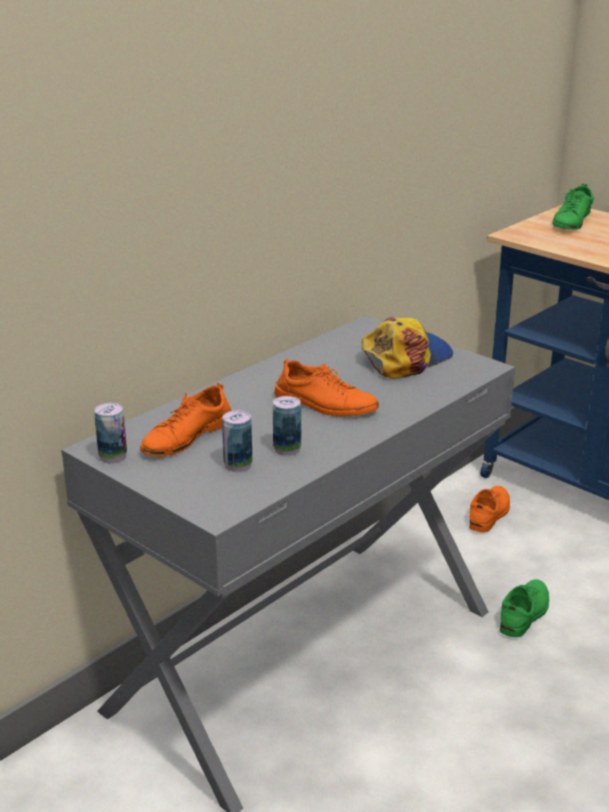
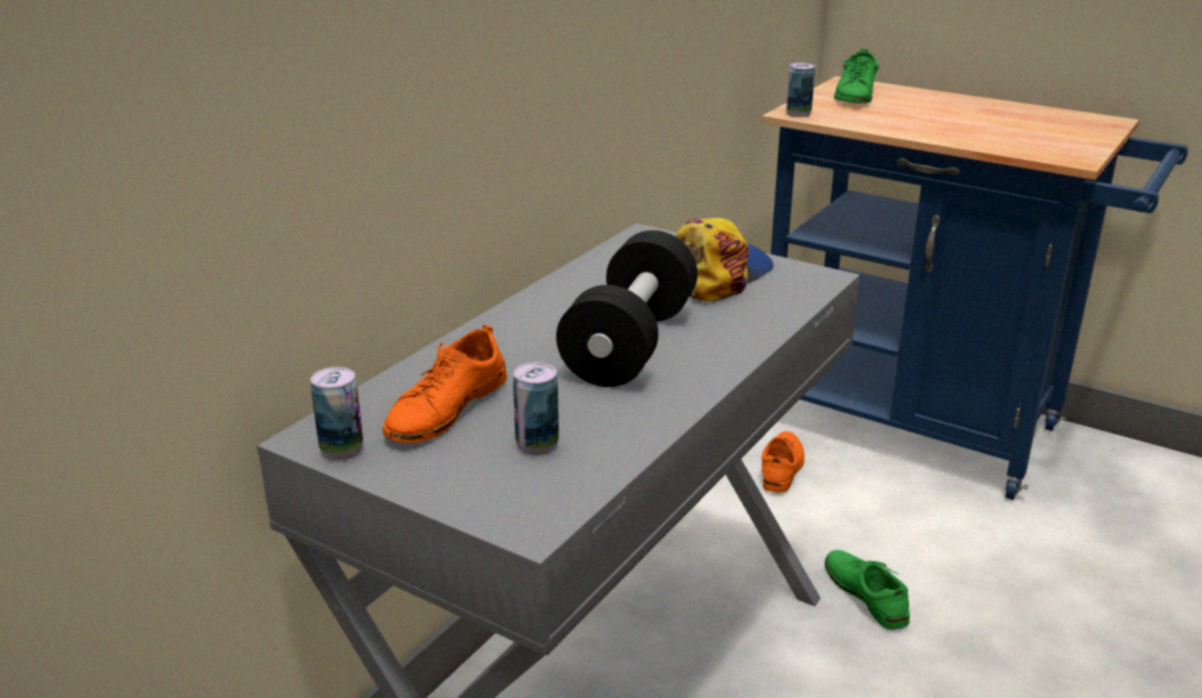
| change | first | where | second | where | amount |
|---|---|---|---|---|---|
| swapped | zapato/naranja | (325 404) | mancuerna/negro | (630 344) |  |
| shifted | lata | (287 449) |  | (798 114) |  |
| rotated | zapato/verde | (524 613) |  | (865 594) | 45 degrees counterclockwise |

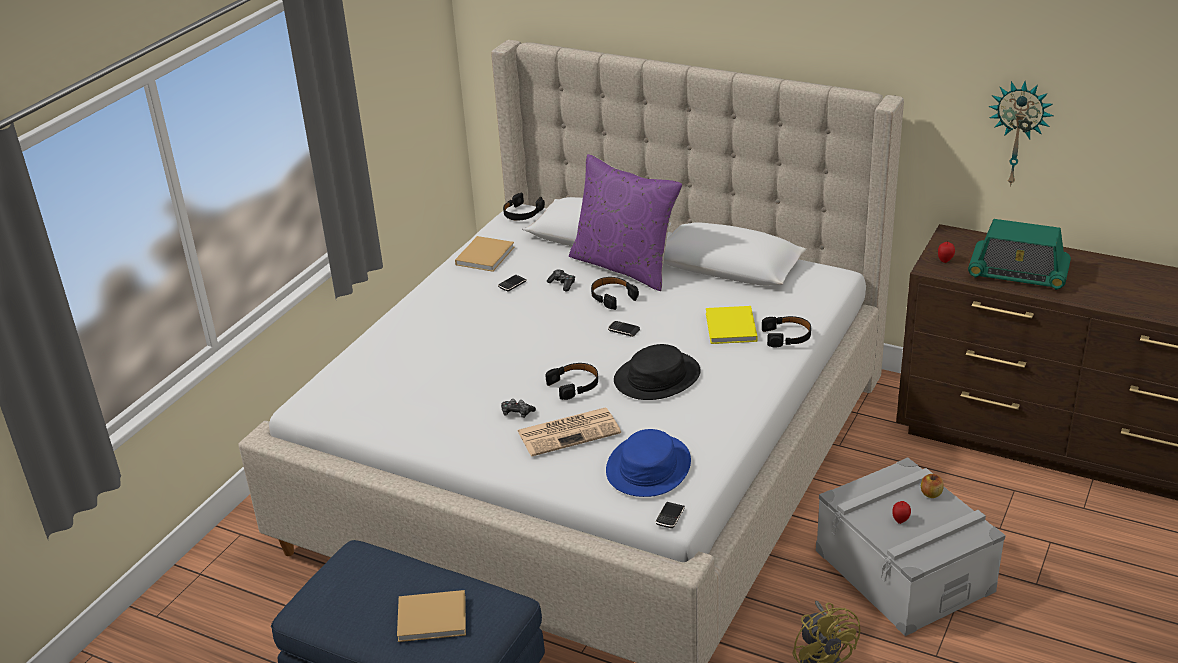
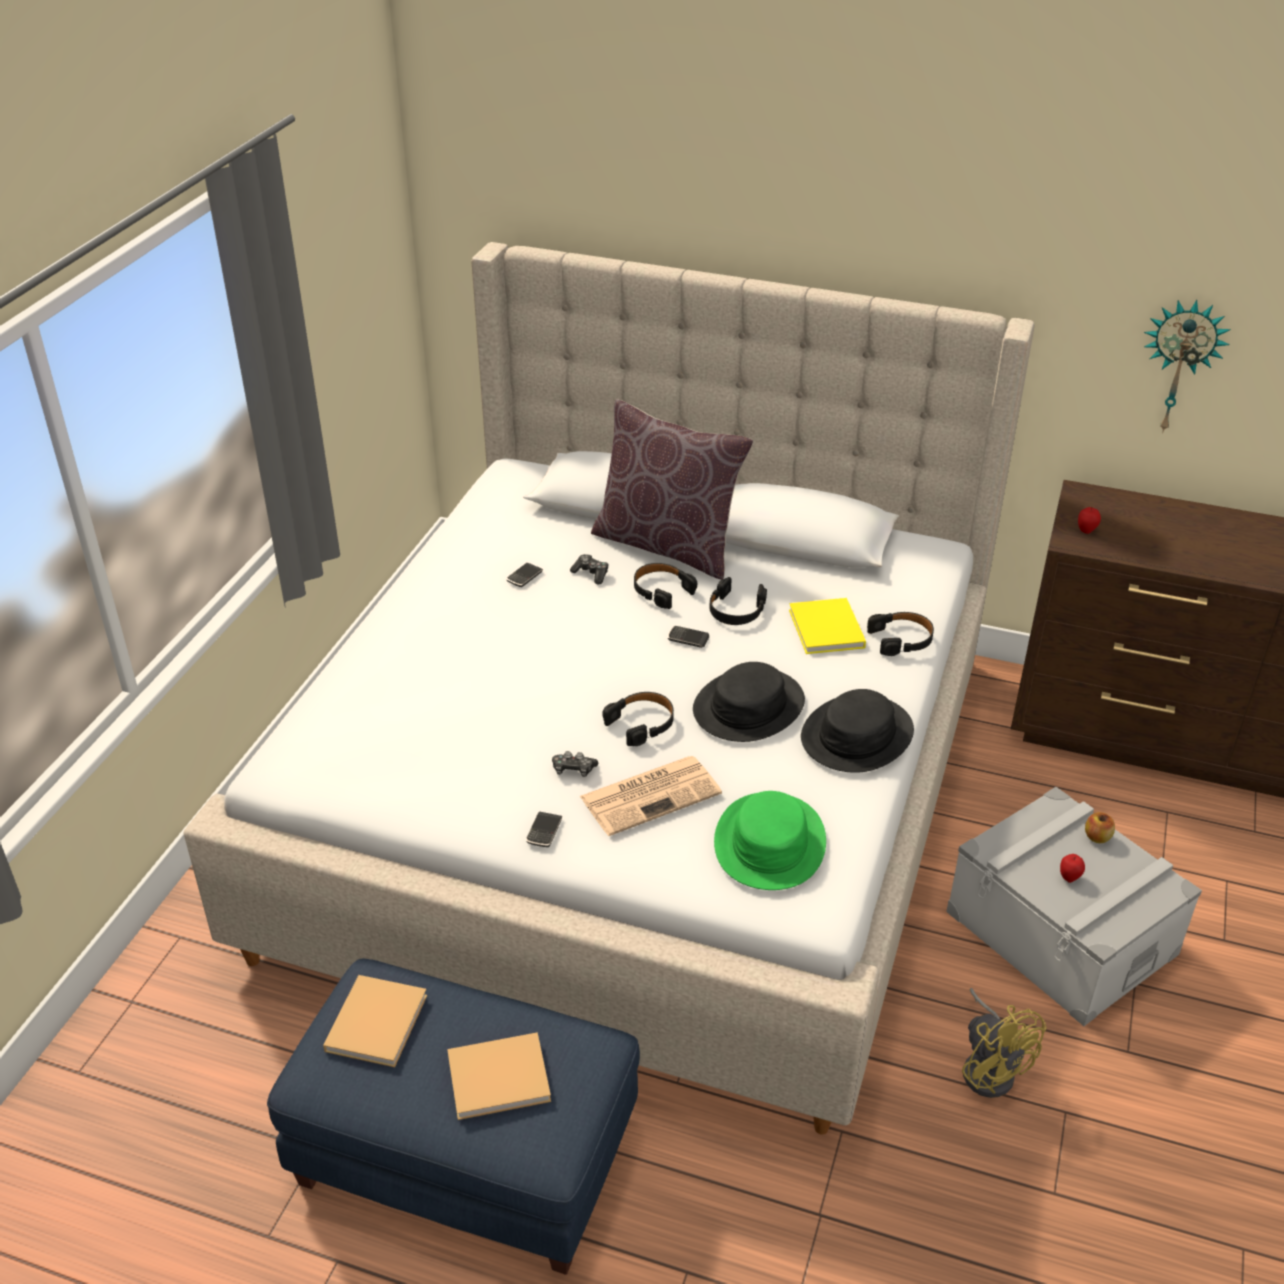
| change | first | where | second | where | amount |
|---|---|---|---|---|---|
| shifted | libro/beis | (486 255) |  | (378 1020) |  |
| shifted | móvil | (670 517) |  | (544 831) |  |
| repainted | cojín/morado | (625 266) | cojín/marrón | (667 545) |  |
| shifted | auriculares/negro | (522 213) |  | (736 610) |  |
| repainted | sombrero/azul | (648 467) | sombrero/verde | (769 843) |  |
| new |  |  | sombrero/negro | (857 735) |  |
| gone | radio | (1017 274) |  |  |  |

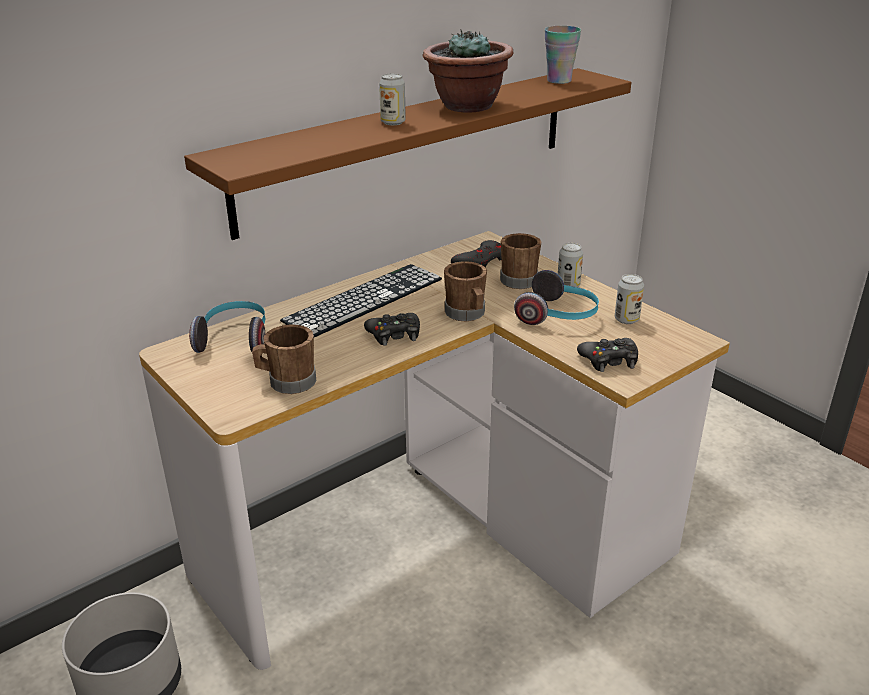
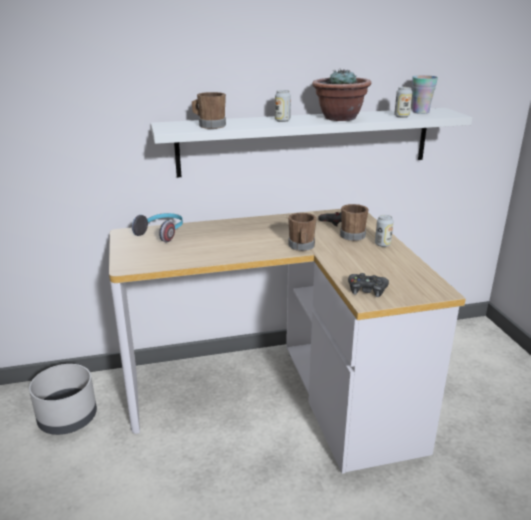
| change | first | where | second | where | amount |
|---|---|---|---|---|---|
| repainted | estante/marrón | (411 147) | estante/blanco | (306 141) |  |
| shifted | taza grande/marrón | (287 382) |  | (209 125) |  |
| shifted | lata | (626 319) |  | (401 116) |  |
| gone | teclado | (364 299) |  |  |  |
| gone | mando de consola/negro | (394 335) |  |  |  |
| gone | auriculares | (558 316) |  |  |  |

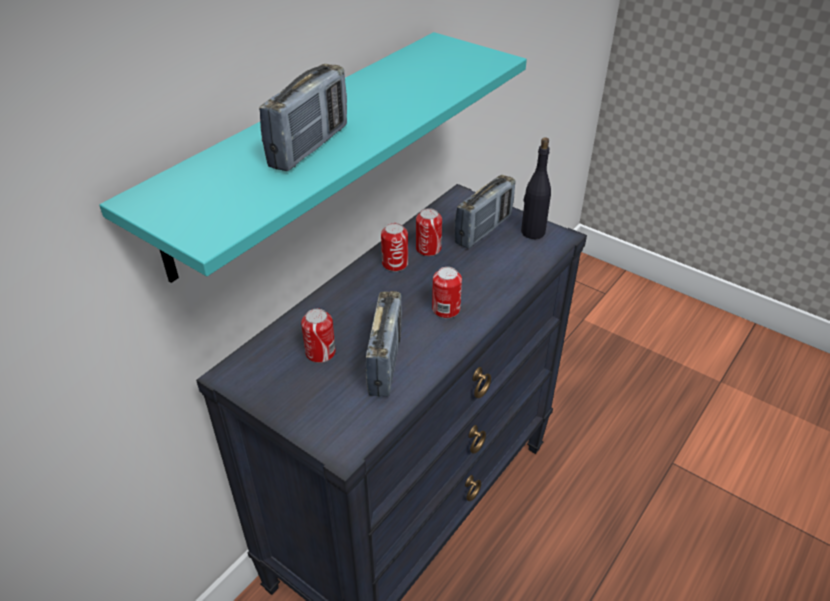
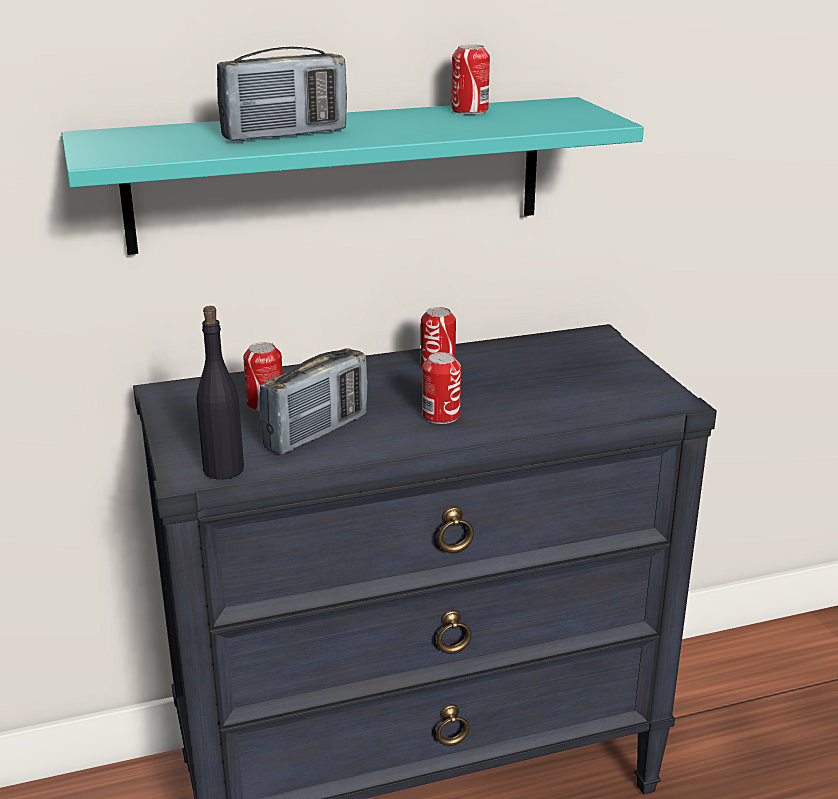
| change | first | where | second | where | amount |
|---|---|---|---|---|---|
| shifted | botella/negro | (532 232) |  | (223 469) |  |
| shifted | lata | (428 249) |  | (469 110) |  |
| gone | radio | (483 230) |  |  |  |

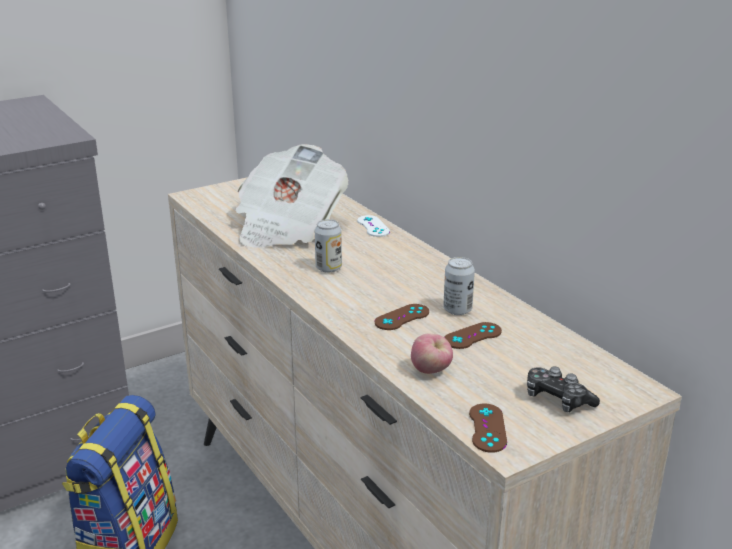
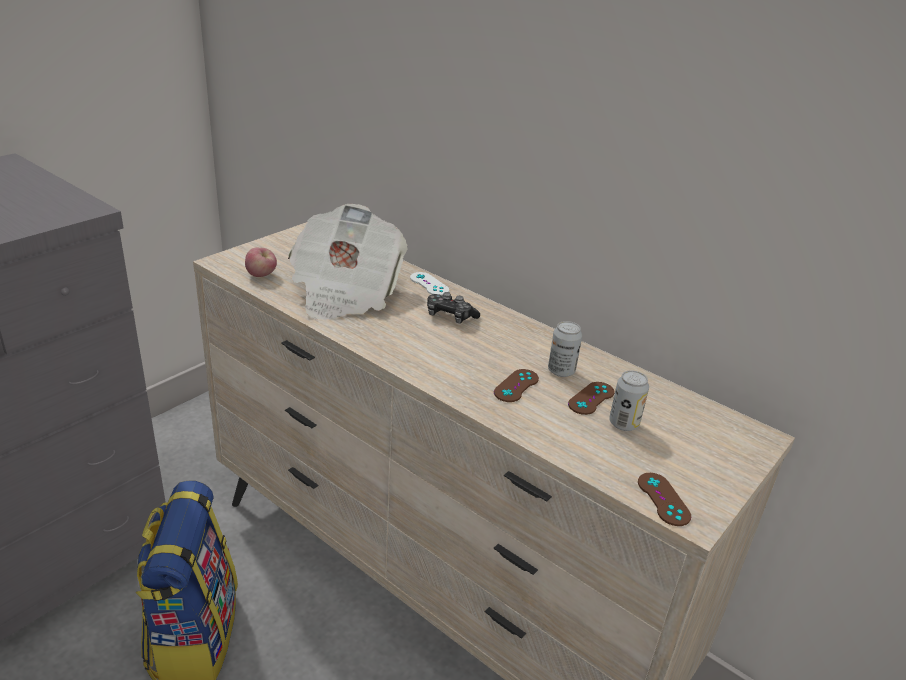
| change | first | where | second | where | amount |
|---|---|---|---|---|---|
| shifted | manzana | (431 371) |  | (261 275) |  |
| shifted | mando de consola | (557 399) |  | (450 316) |  |
| shifted | lata | (328 268) |  | (623 424) |  |

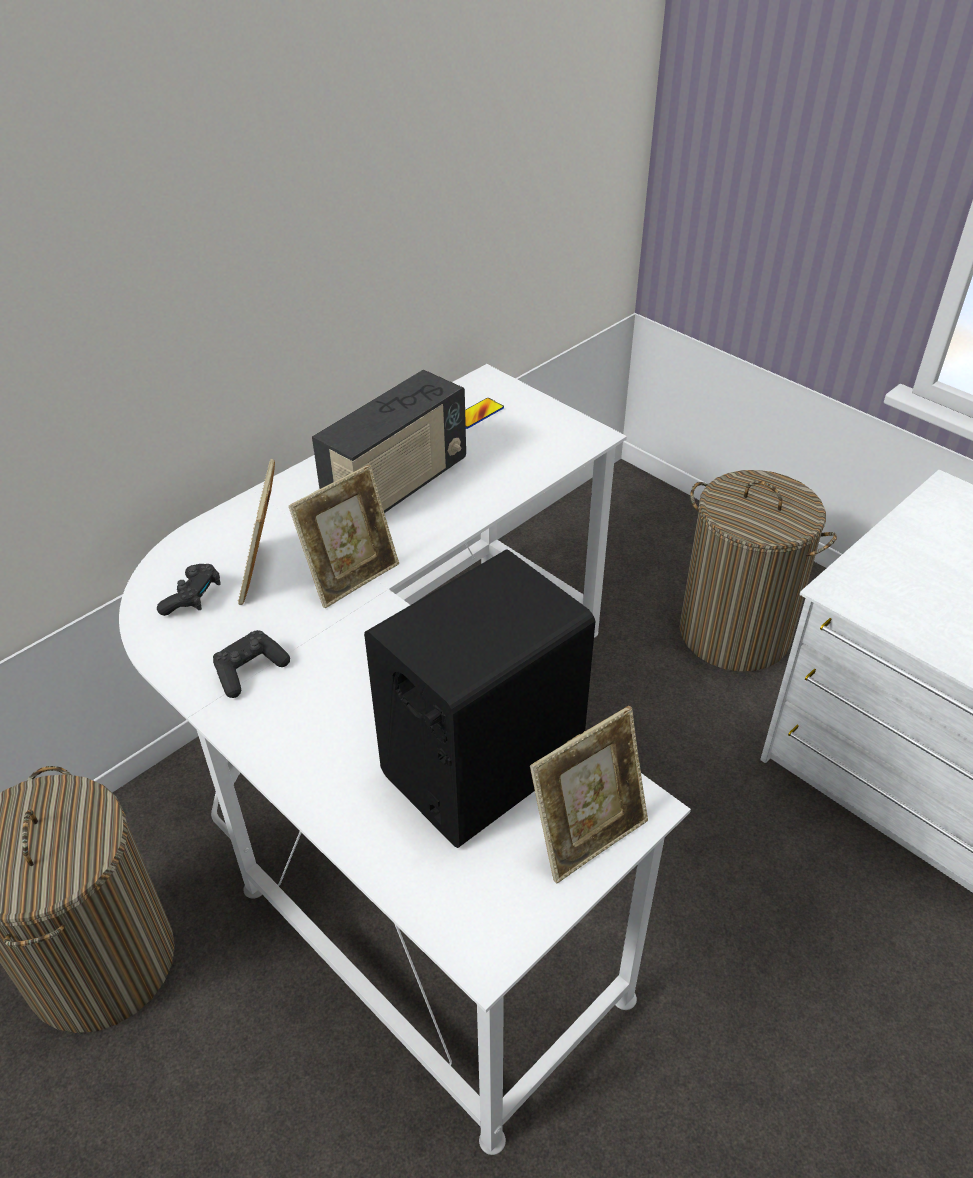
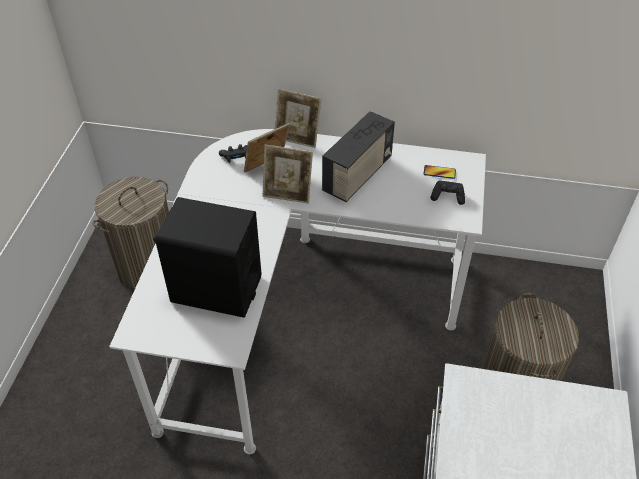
| change | first | where | second | where | amount |
|---|---|---|---|---|---|
| shifted | portarretratos | (588 835) |  | (297 138) |  |
| rotated | radio | (397 487) |  | (358 175) | 60 degrees counterclockwise |
| shifted | mando de consola/negro | (250 671) |  | (447 196) |  |

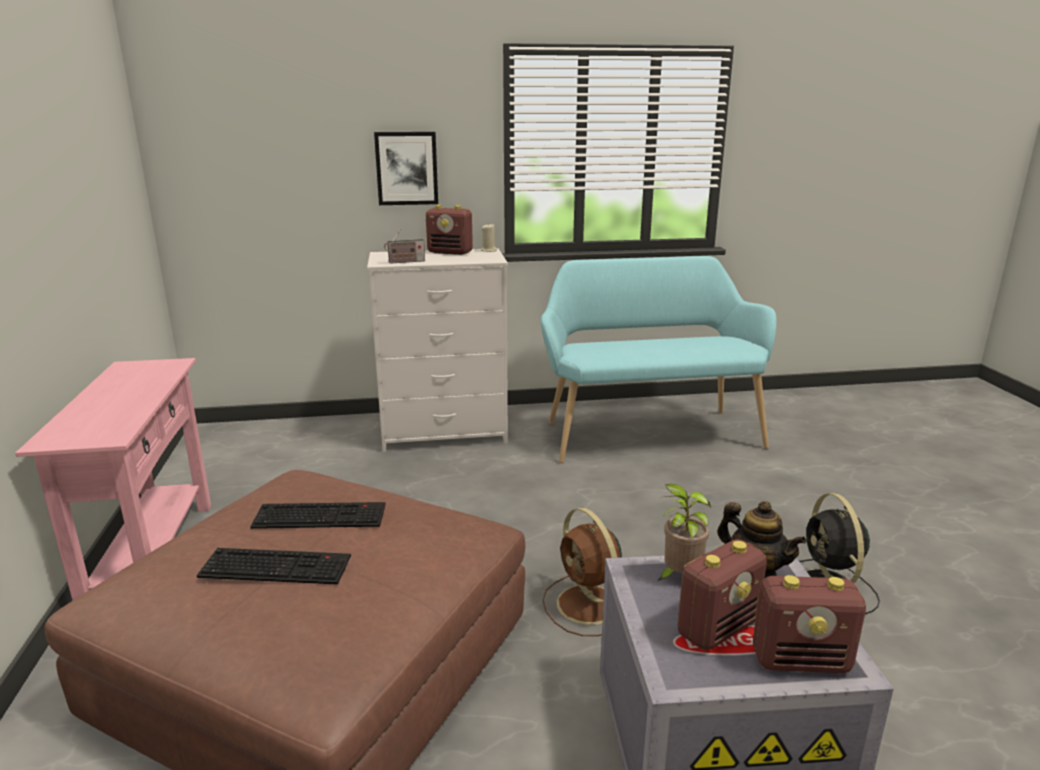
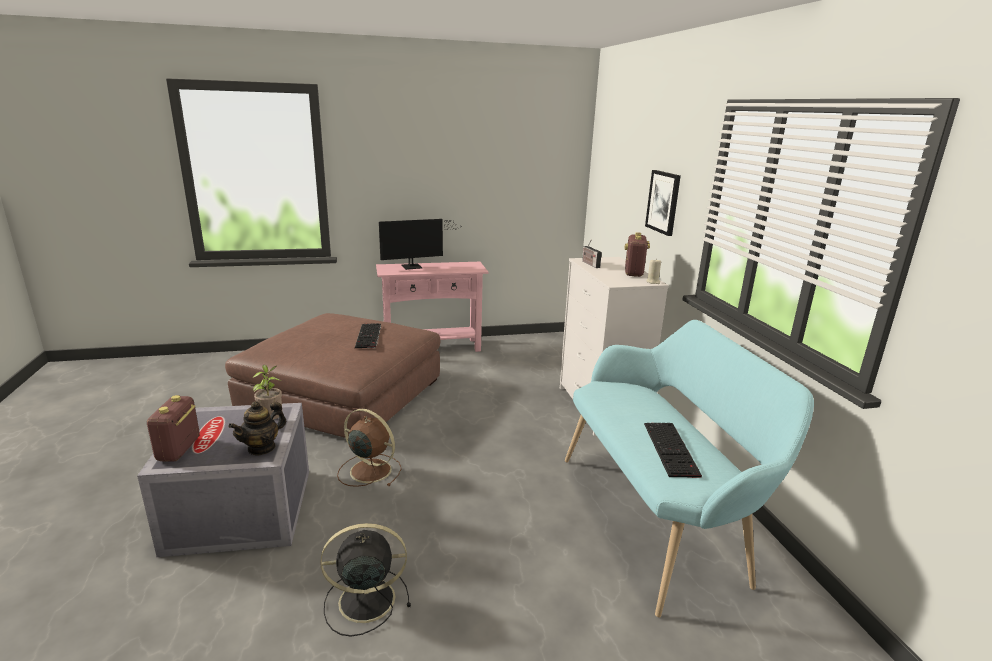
| change | first | where | second | where | amount |
|---|---|---|---|---|---|
| rotated | ventilador/marrón | (589 606) |  | (369 470) | 60 degrees clockwise |
| new |  |  | monitor | (415 266) |  |
| shifted | teclado | (278 566) |  | (672 449) |  |
| gone | radio | (717 628) |  |  |  |

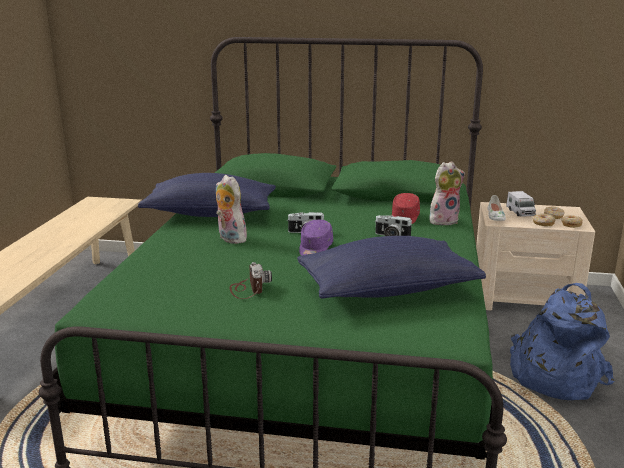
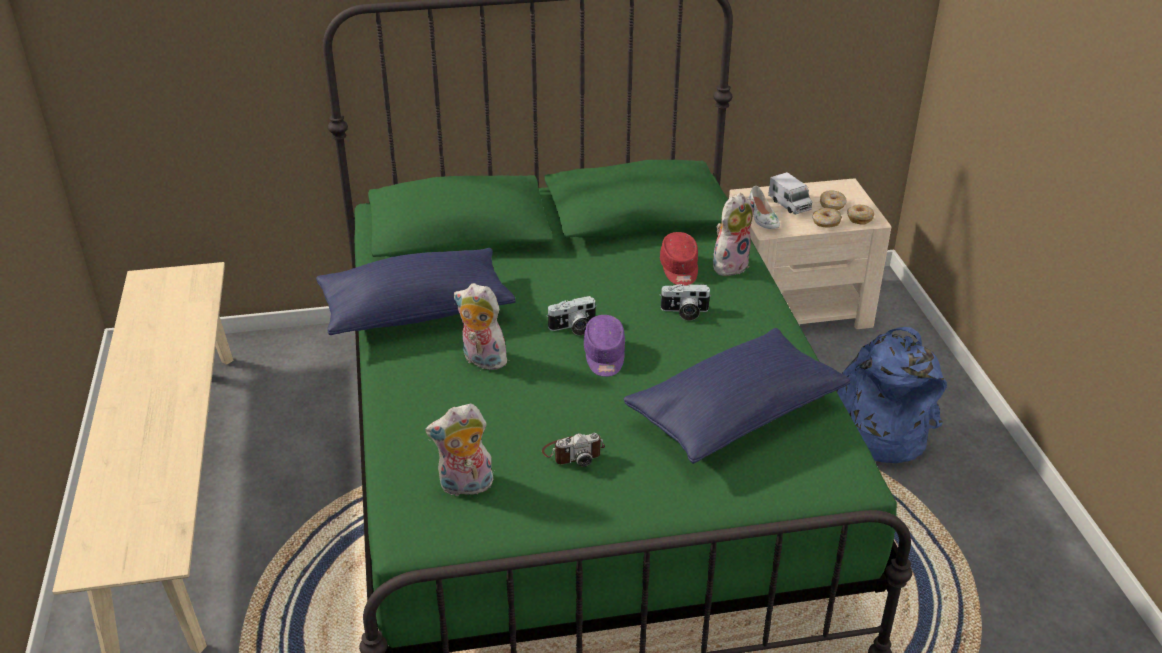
| change | first | where | second | where | amount |
|---|---|---|---|---|---|
| new |  |  | peluche | (465 487) |  |
| rotated | cámara | (248 289) |  | (573 453) | 105 degrees clockwise |

